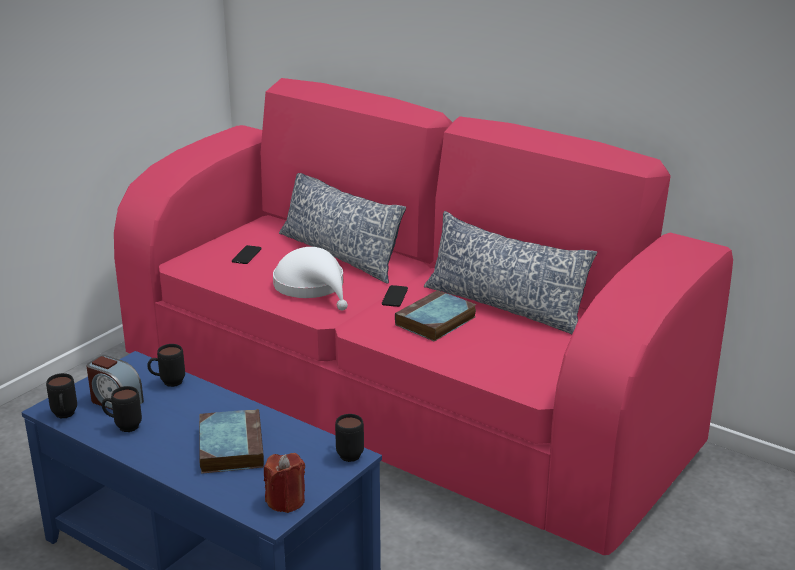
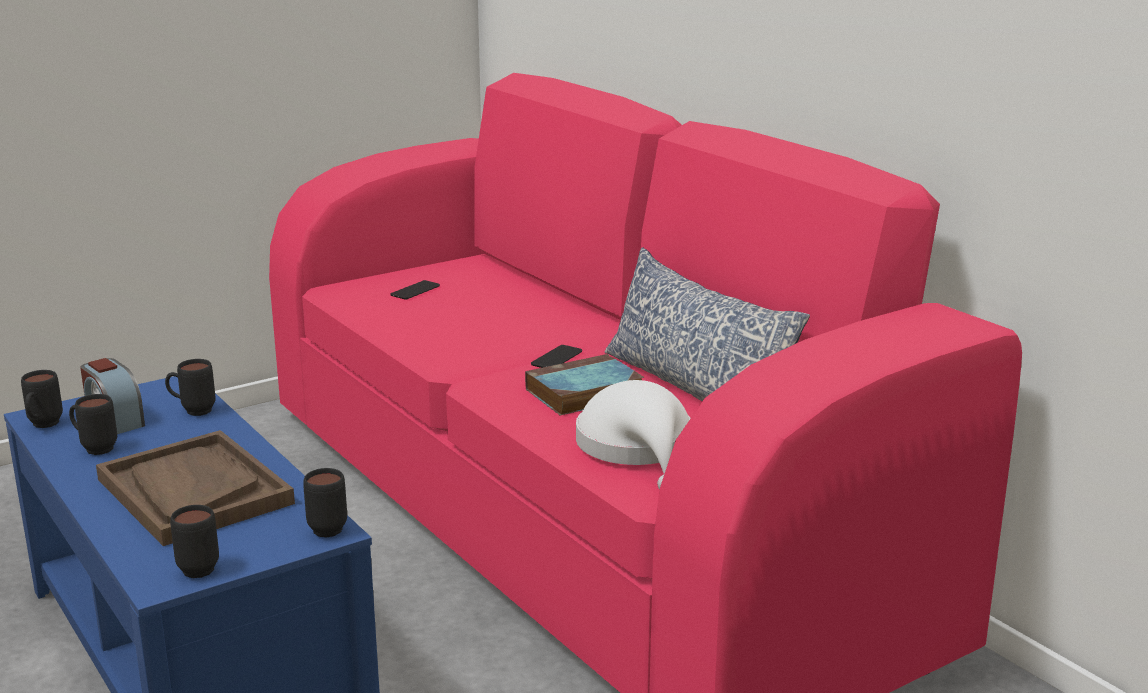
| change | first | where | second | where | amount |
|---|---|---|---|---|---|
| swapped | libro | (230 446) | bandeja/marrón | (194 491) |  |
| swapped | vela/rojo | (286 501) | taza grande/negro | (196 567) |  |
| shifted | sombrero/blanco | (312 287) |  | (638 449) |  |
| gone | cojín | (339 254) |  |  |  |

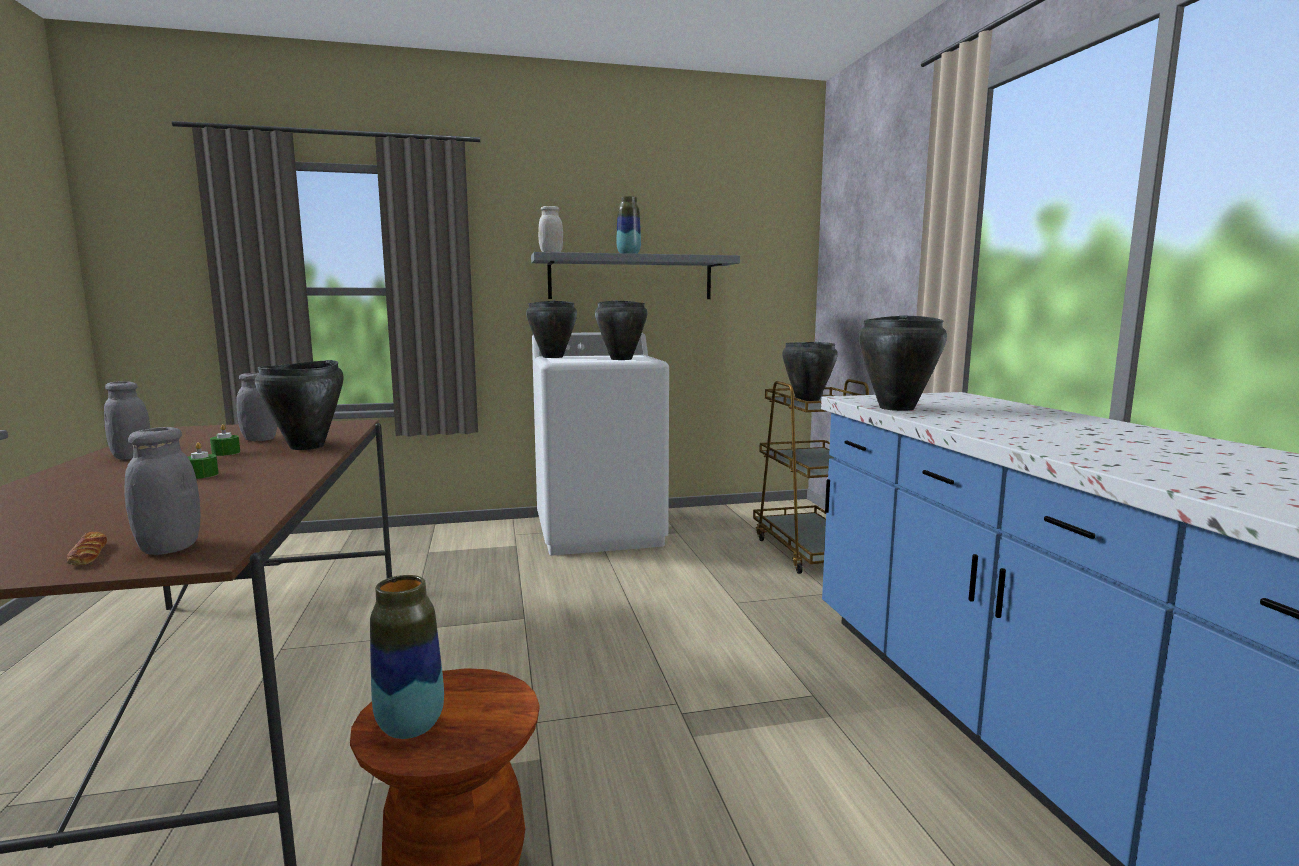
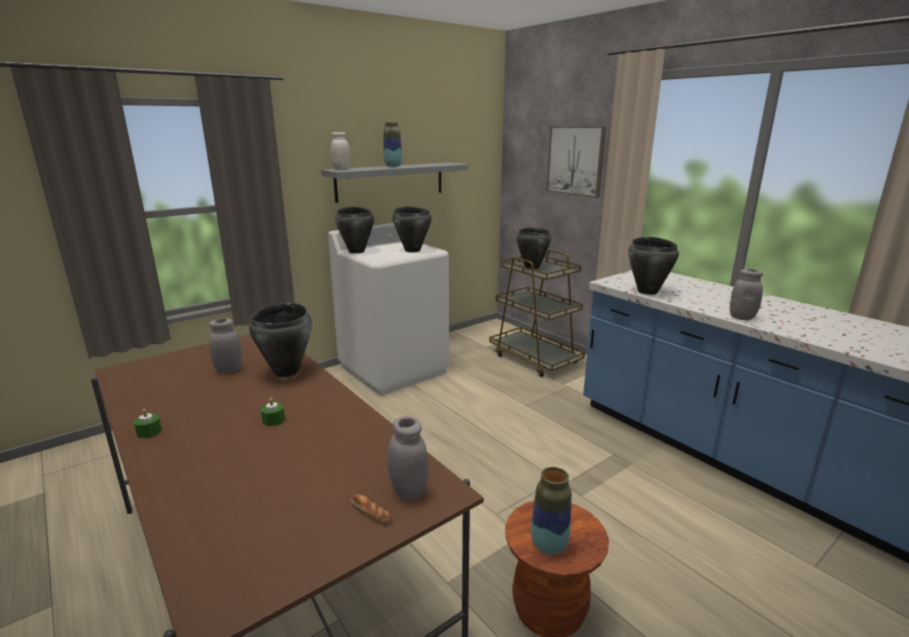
| change | first | where | second | where | amount |
|---|---|---|---|---|---|
| shifted | vela/verde | (226 453) |  | (149 432) |  |
| new |  |  | cuadro | (575 160) |  |
| shifted | tarro/gris | (132 457) |  | (742 317) |  |

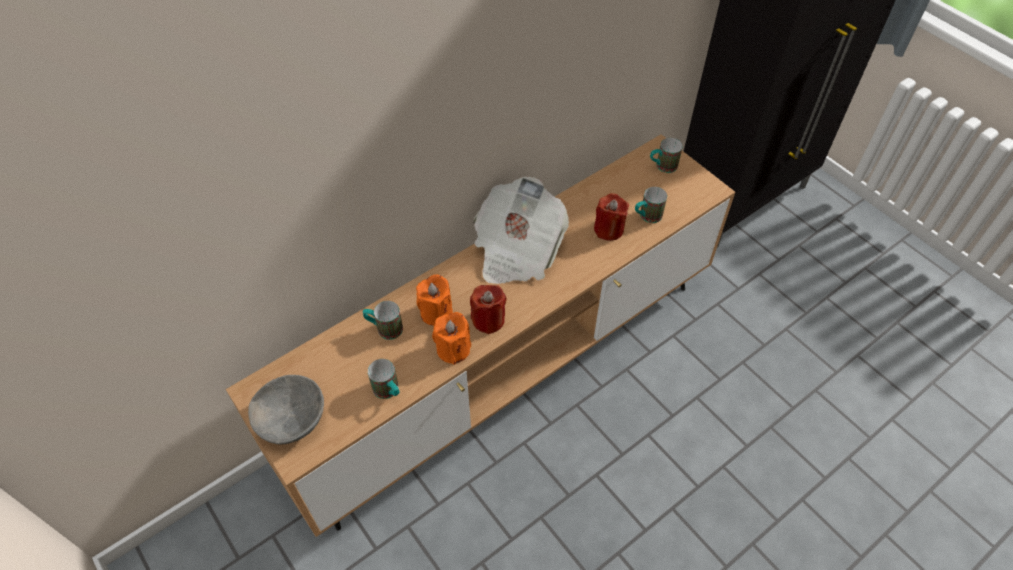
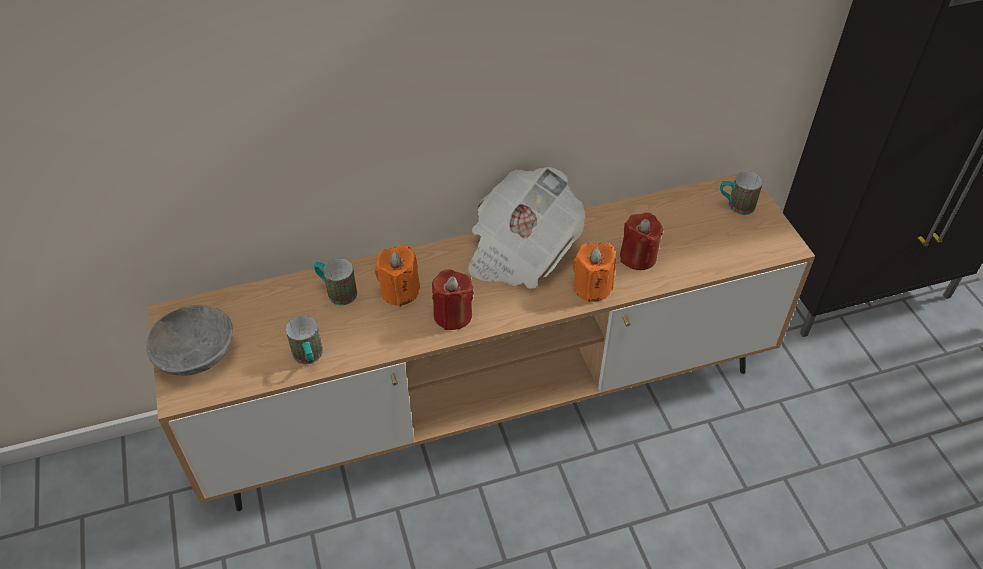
| change | first | where | second | where | amount |
|---|---|---|---|---|---|
| shifted | vela/naranja | (453 349) |  | (592 287) |  |
| gone | taza grande | (646 216) |  |  |  |

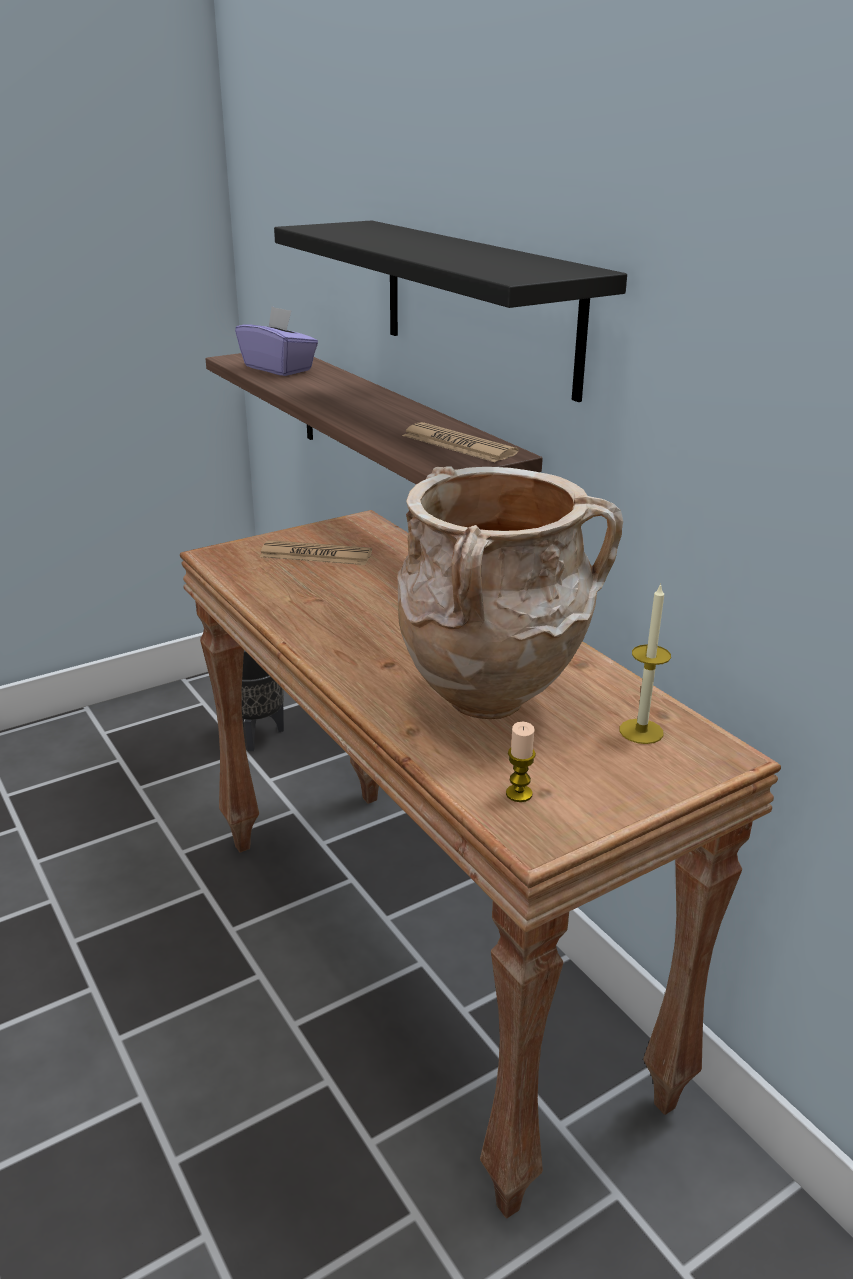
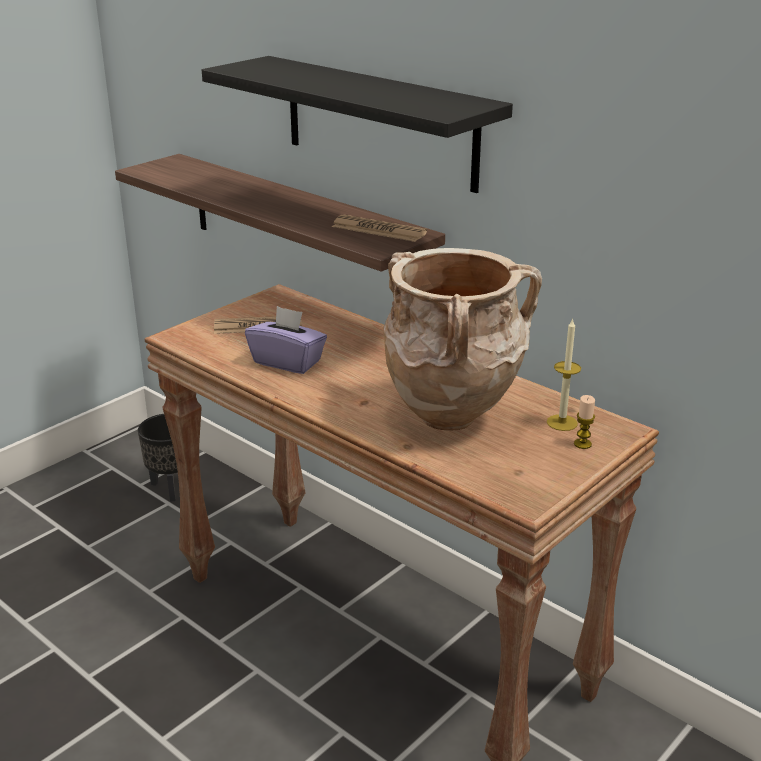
| change | first | where | second | where | amount |
|---|---|---|---|---|---|
| shifted | caja de pañuelos/morado | (279 368) |  | (287 362) |  |
| shifted | vela | (519 794) |  | (582 444) |  |

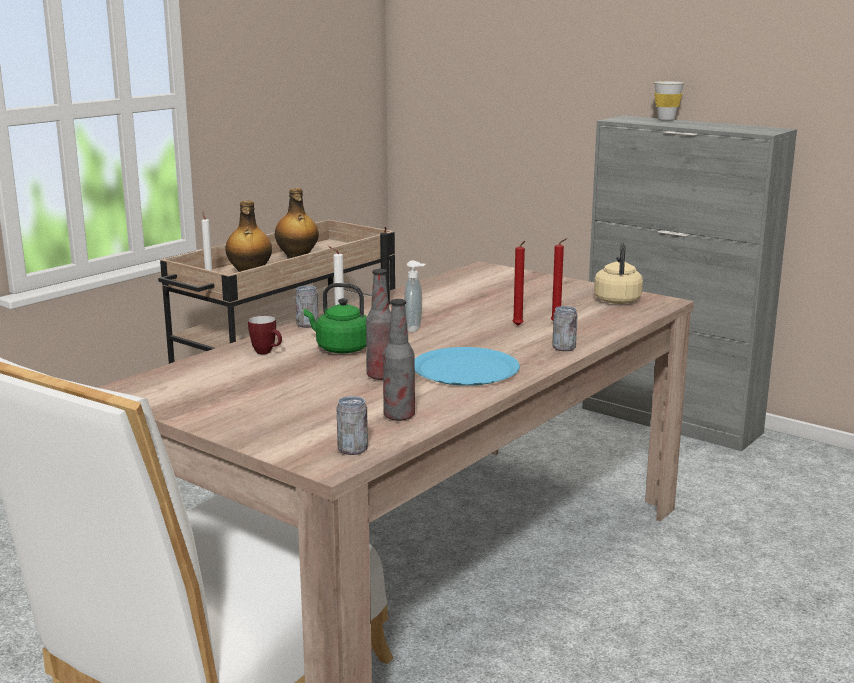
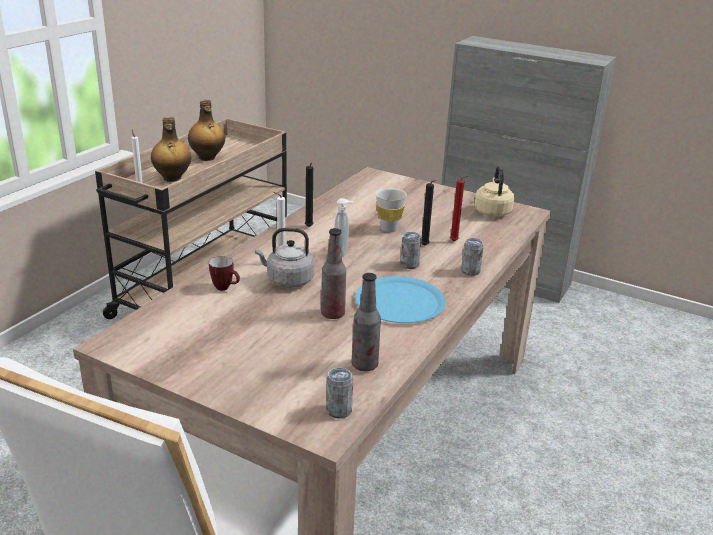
| change | first | where | second | where | amount |
|---|---|---|---|---|---|
| repainted | hervidor/verde | (340 349) | hervidor/gris | (287 280) |  |
| shifted | taza/blanco | (666 119) |  | (389 228) |  |
| shifted | lata | (307 324) |  | (409 265) |  |
| repainted | vela/rojo | (518 326) | vela/negro | (425 246) |  |

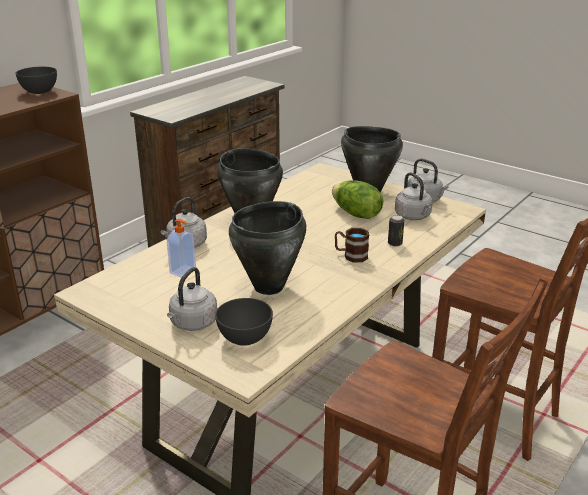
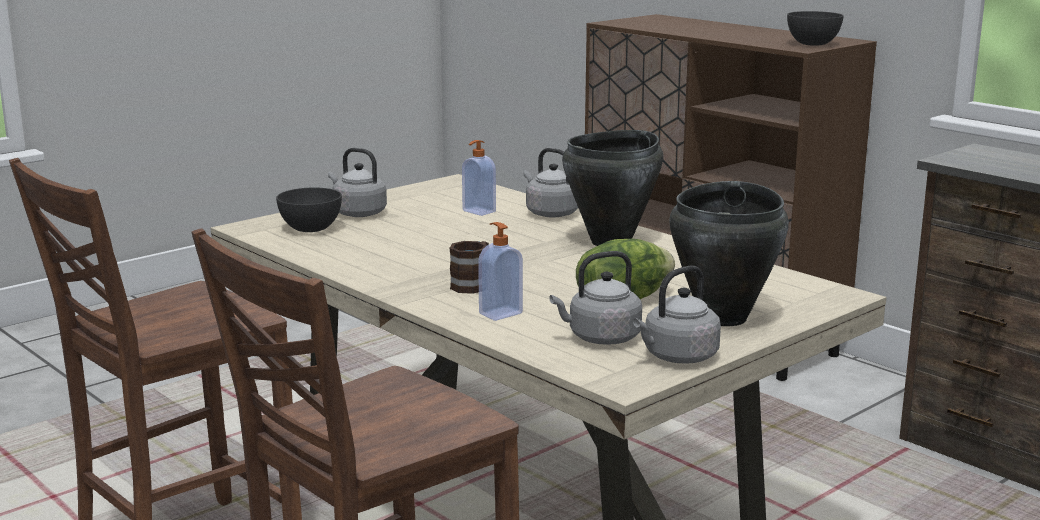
| change | first | where | second | where | amount |
|---|---|---|---|---|---|
| swapped | lata | (395 243) | dispensador de jabón | (499 313) |  |
| gone | olla/negro | (269 287) |  |  |  |

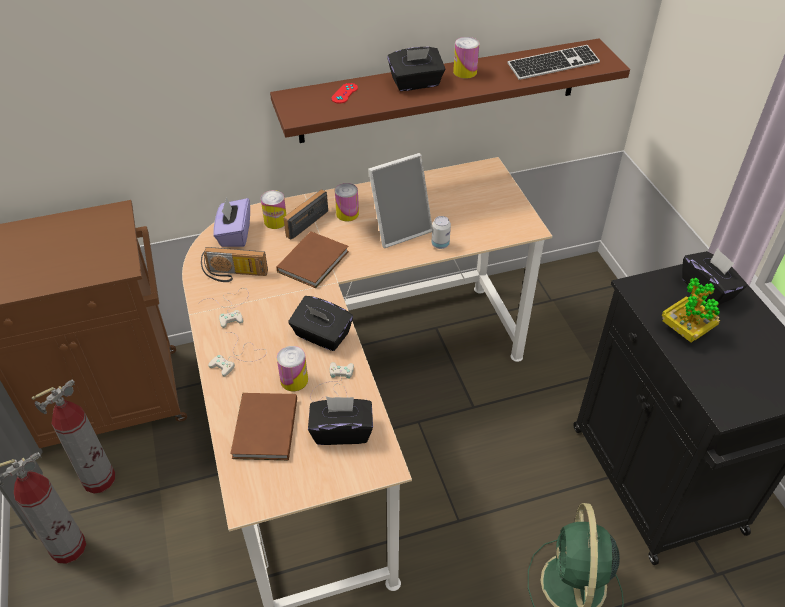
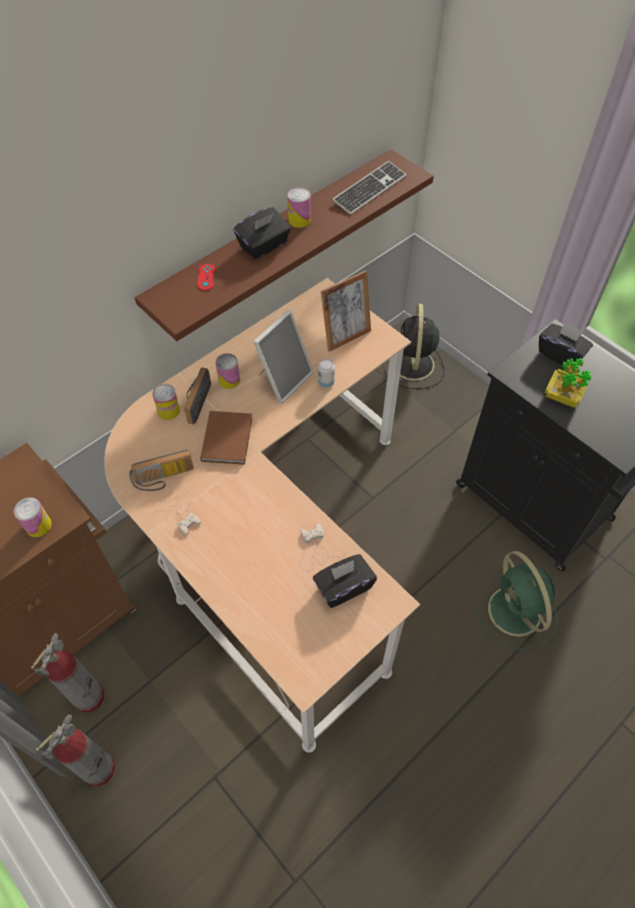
| change | first | where | second | where | amount |
|---|---|---|---|---|---|
| shifted | lata | (294 380) |  | (38 525) |  |
| new |  |  | portarretratos | (345 336) |  |
| new |  |  | ventilador/negro | (413 366) |  |
| gone | mando de consola/blanco | (238 356) |  |  |  |
| gone | caja de pañuelos/morado | (234 234) |  |  |  |
| gone | libro/marrón | (264 430) |  |  |  |
| gone | caja de pañuelos/negro | (321 336) |  |  |  |

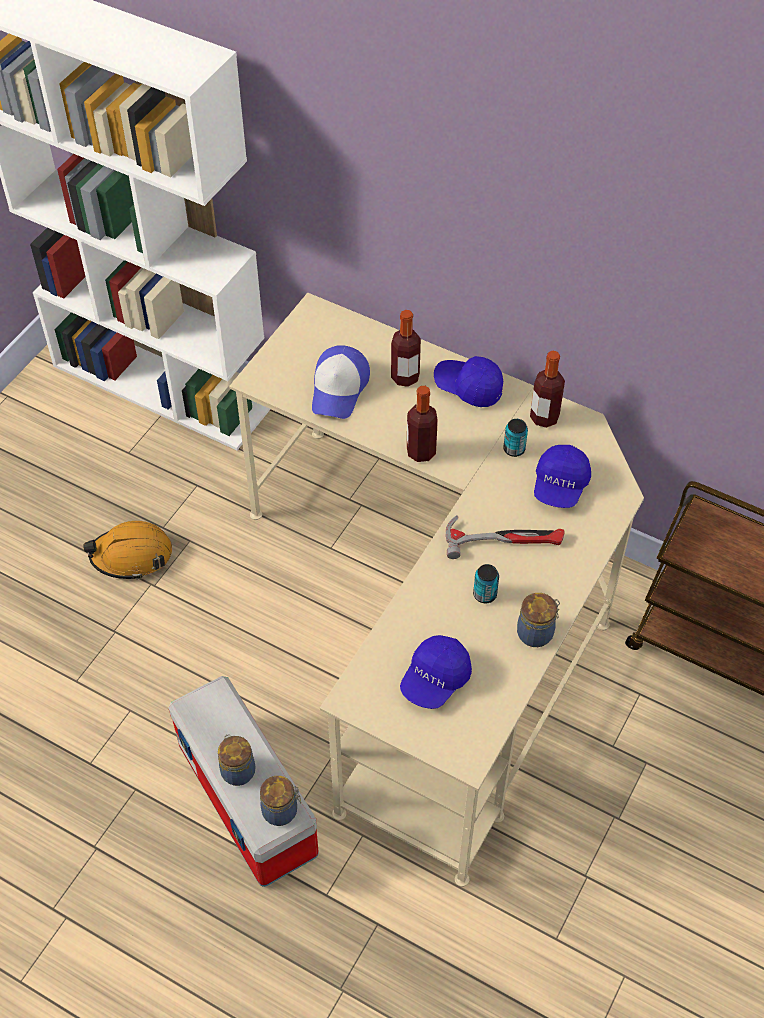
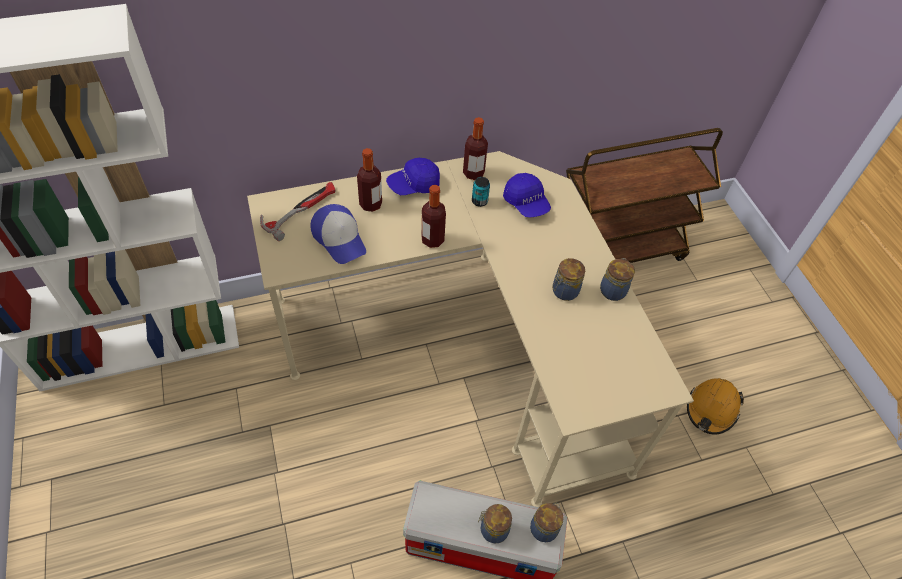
| change | first | where | second | where | amount |
|---|---|---|---|---|---|
| shifted | martillo | (504 538) |  | (300 210) |  |
| swapped | lata | (485 594) | tarro | (564 291) |  |
| shifted | casco/naranja | (132 555) |  | (711 409) |  |
| gone | gorra/azul | (435 680) |  |  |  |

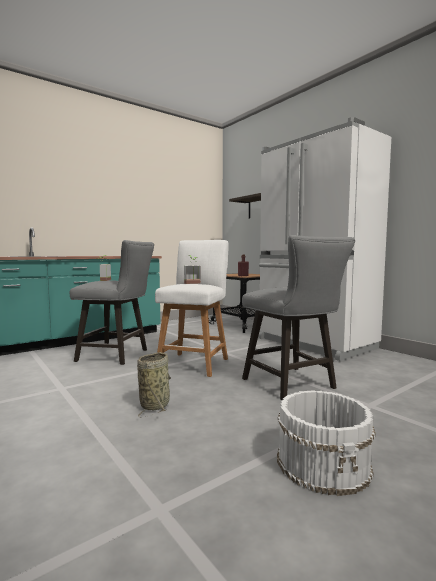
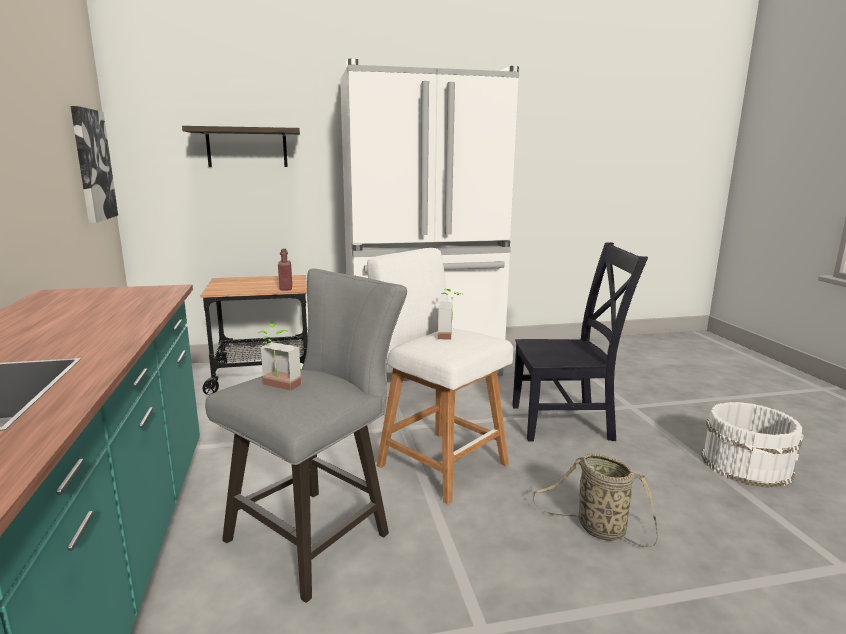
| change | first | where | second | where | amount |
|---|---|---|---|---|---|
| new |  |  | cuadro | (92 165) |  |
| swapped | taburete/gris | (293 385) | silla/negro | (566 422) |  |

